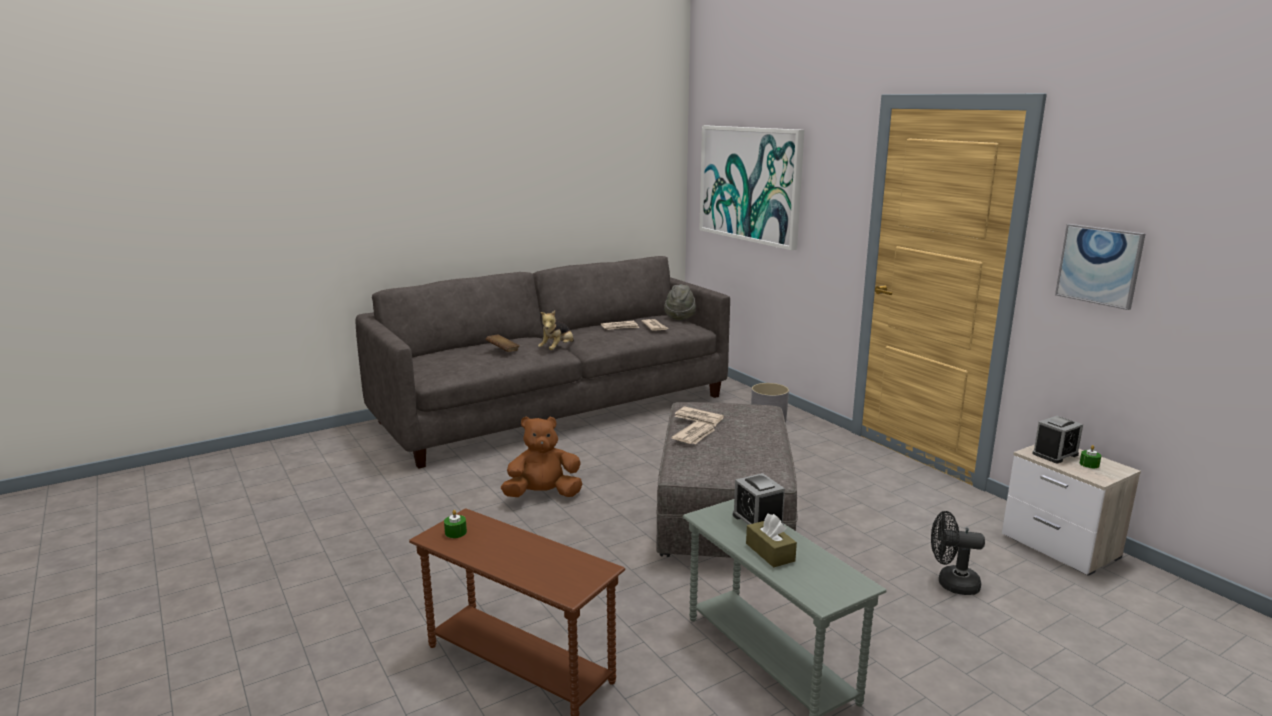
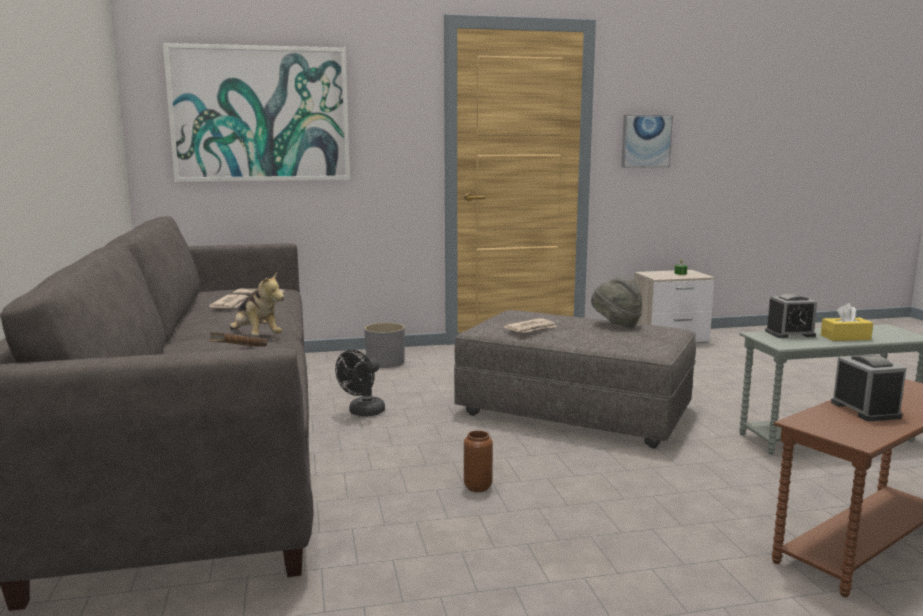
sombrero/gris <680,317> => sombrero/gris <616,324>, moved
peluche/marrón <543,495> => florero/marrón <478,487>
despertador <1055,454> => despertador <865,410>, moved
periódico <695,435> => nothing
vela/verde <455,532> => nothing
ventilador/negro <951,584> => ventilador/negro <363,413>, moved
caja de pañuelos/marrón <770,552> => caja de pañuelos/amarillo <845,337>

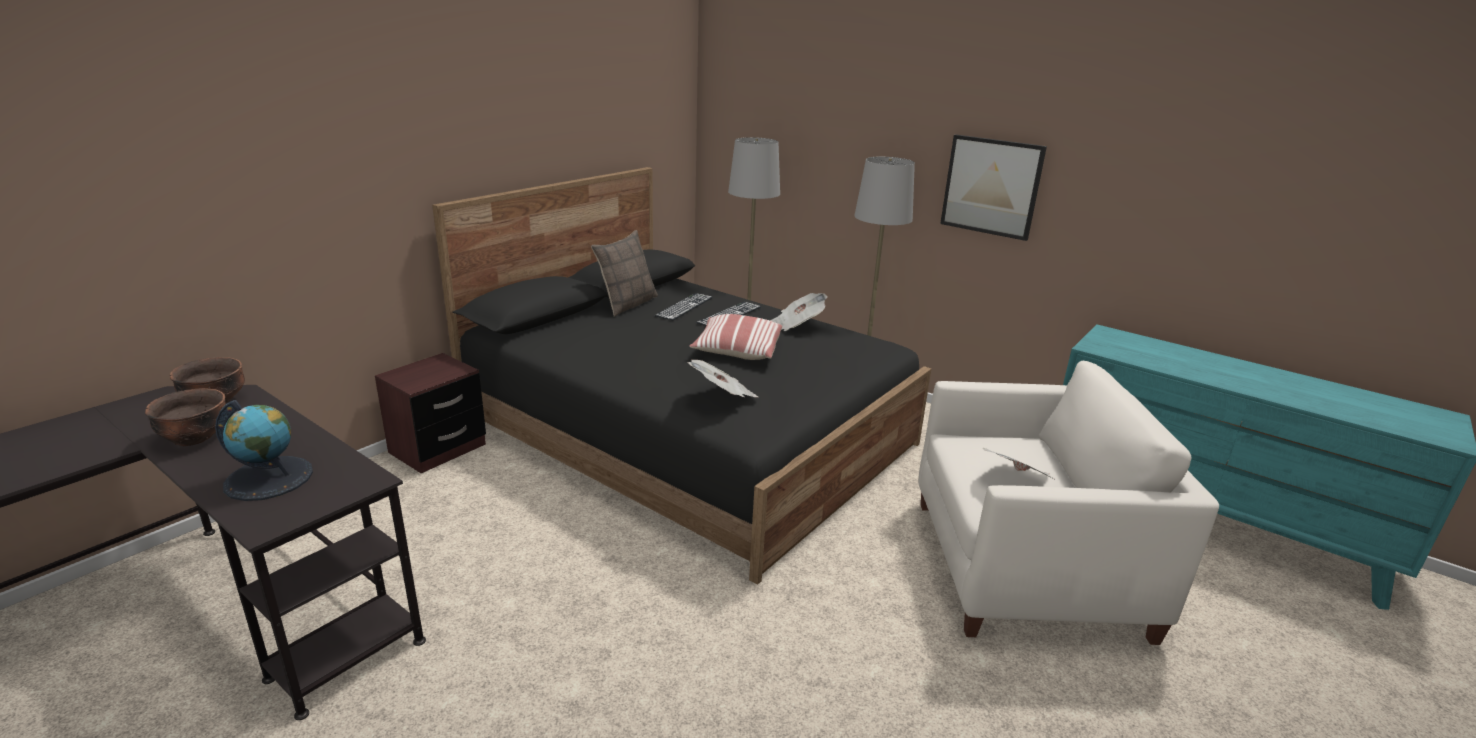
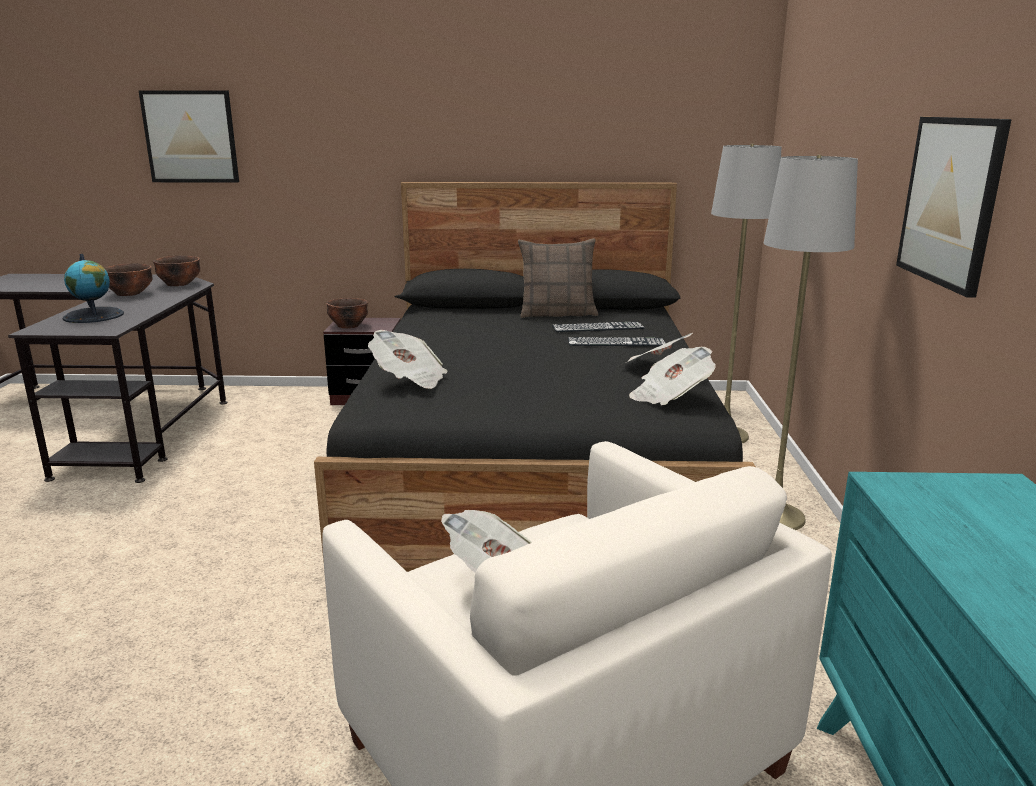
cojín <737,351> => nothing
nothing => cuadro <190,137>
nothing => cuenco/marrón <348,326>
nothing => periódico <670,396>

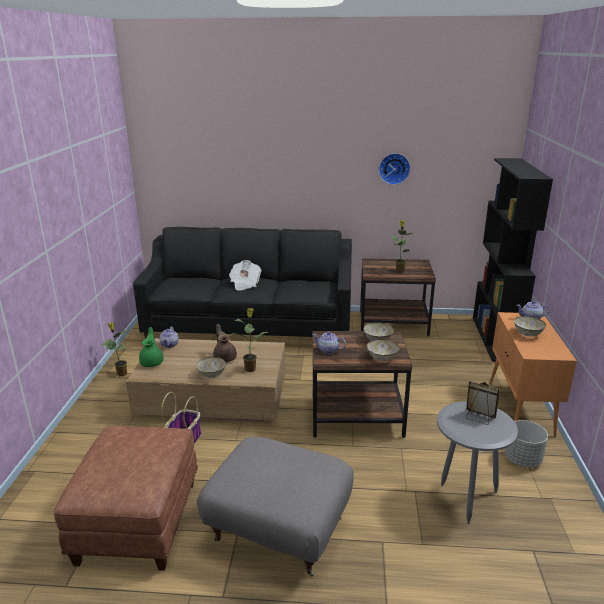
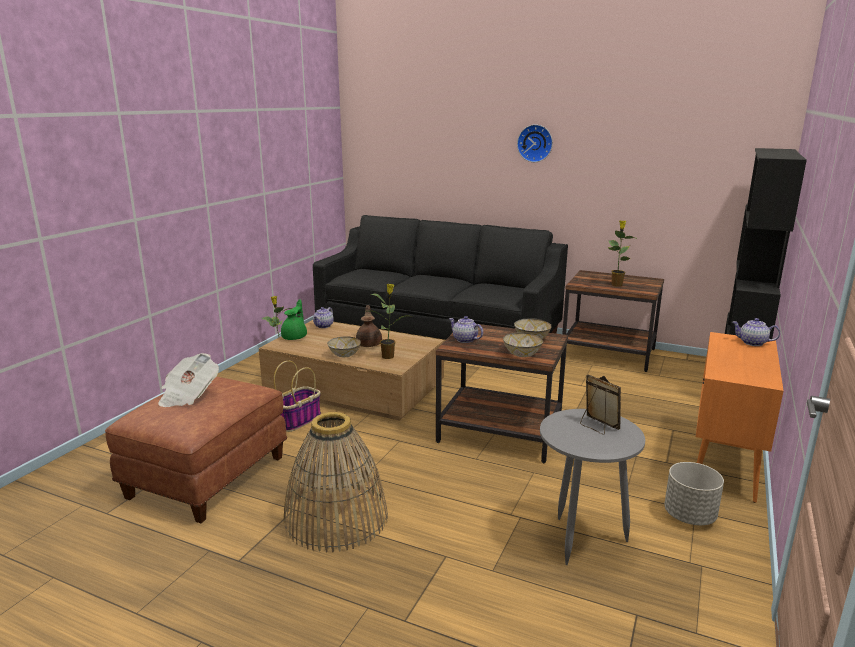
reloj de pared <394,168> => reloj de pared <535,143>, moved
periódico <245,284> => periódico <188,395>, moved
cuenco <527,334> => nothing
puf/gris <278,531> => cesta <336,518>

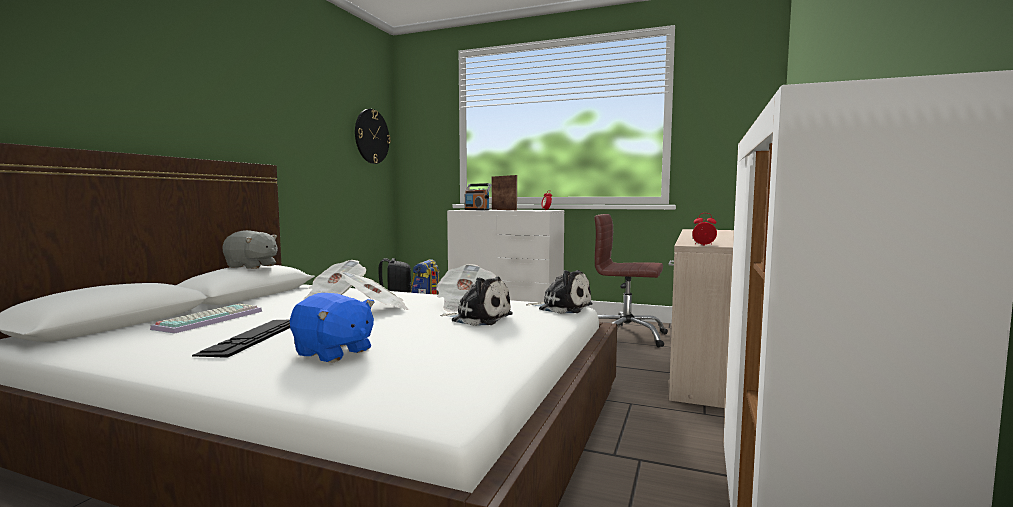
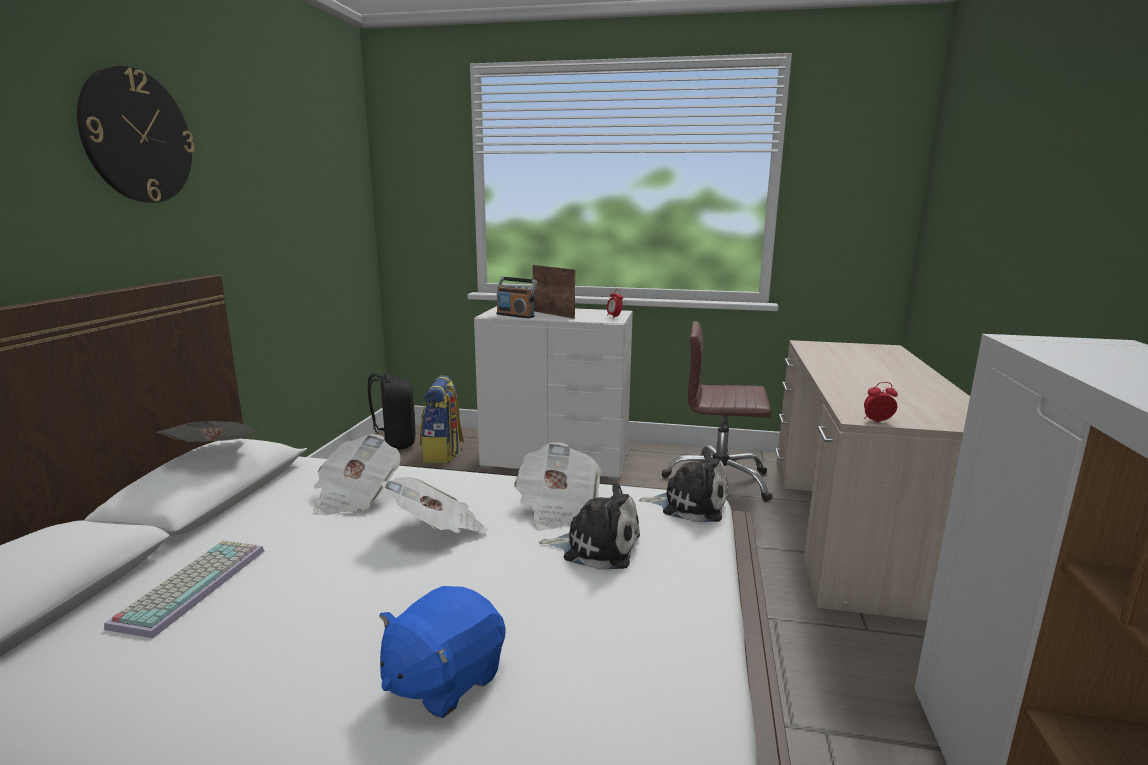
reloj de pared <371,136> => reloj de pared <137,136>, moved
peluche/gris <252,266> => periódico <216,454>
peluche/azul <333,353> => peluche/azul <443,679>, 105 degrees clockwise
teclado <253,337> => nothing

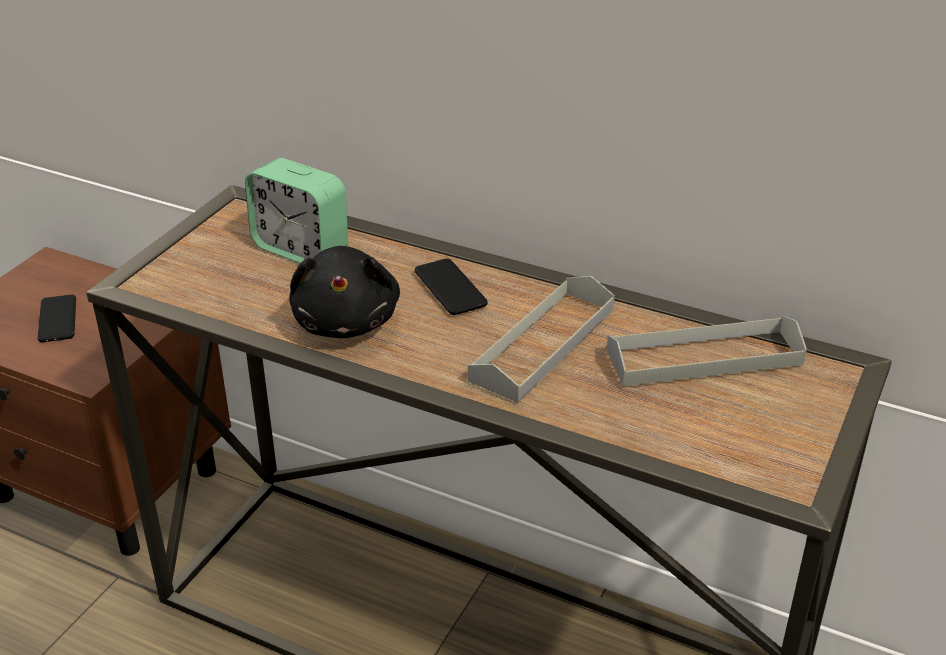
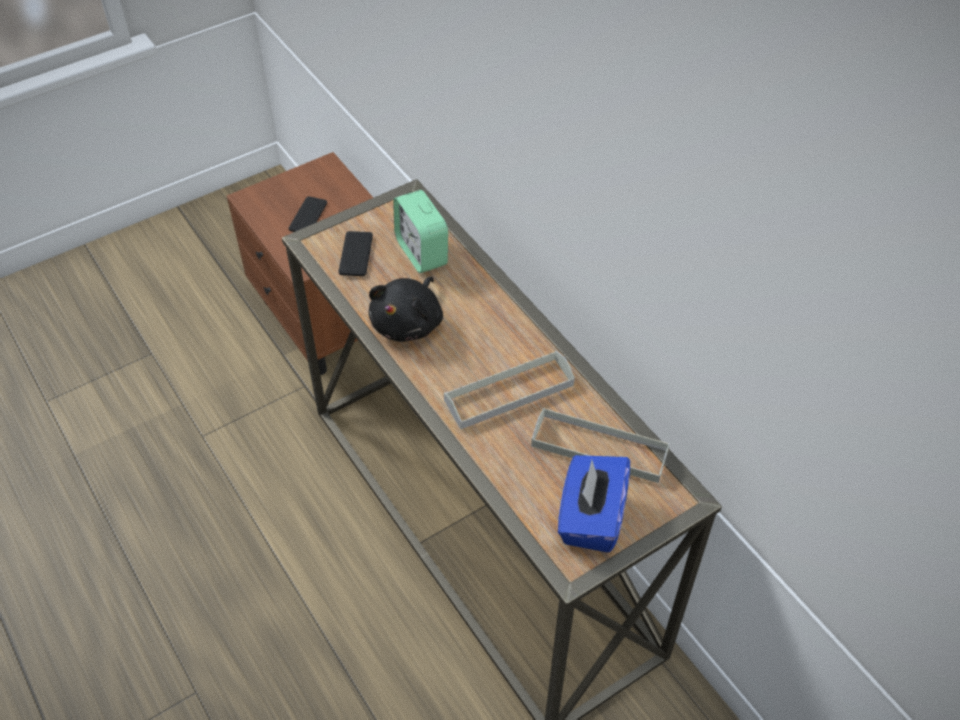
móvil <450,288> => móvil <356,254>, moved
nothing => caja de pañuelos/azul <590,518>

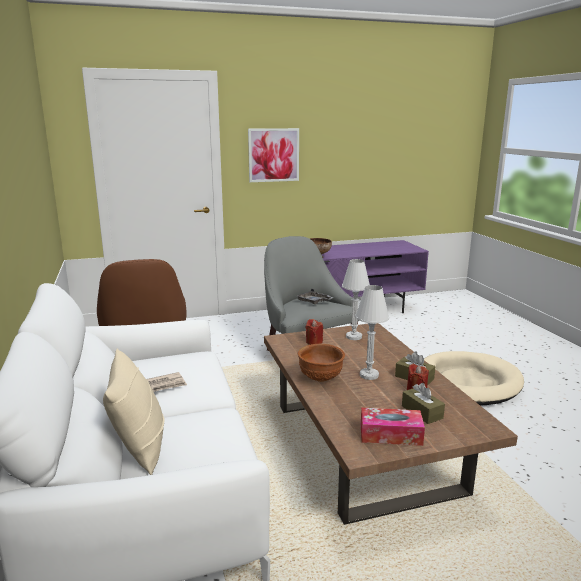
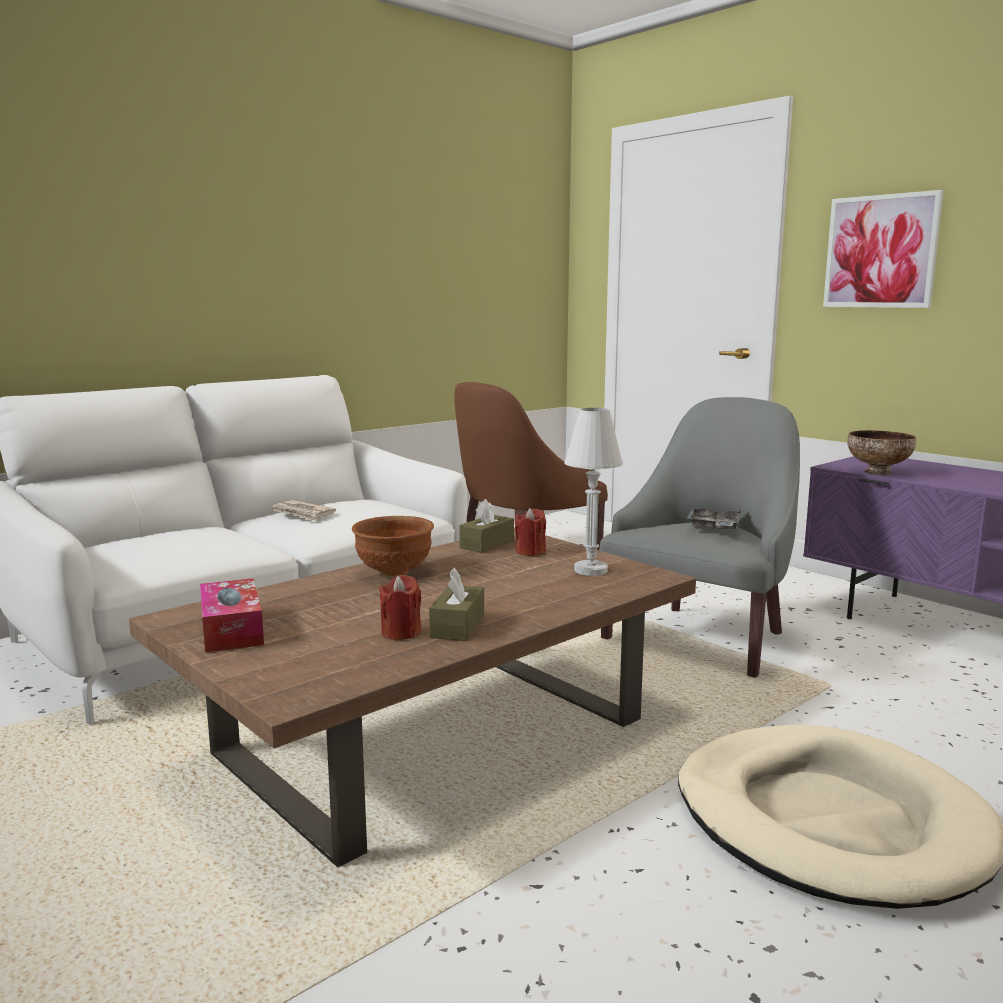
lámpara de mesa/blanco <369,375> => nothing
cojín/beis <140,446> => nothing
caja de pañuelos/marrón <422,412> => caja de pañuelos/marrón <487,544>, moved

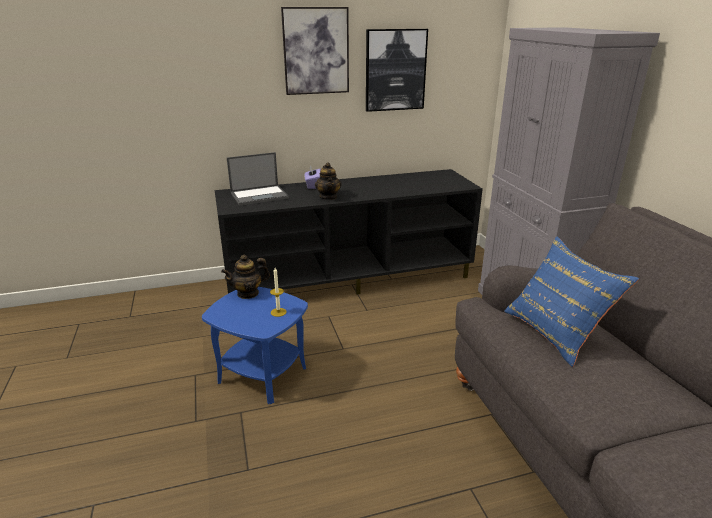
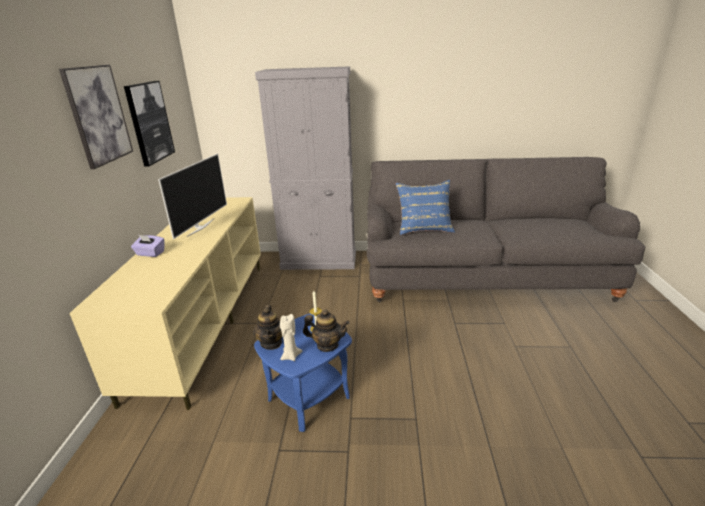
portátil <260,195> => nothing
tetera <328,197> => tetera <327,345>, moved
mueble de televisión/negro <350,279> => mueble de televisión/beis <204,322>
nothing => televisor <200,227>
nothing => vela/beis <291,356>

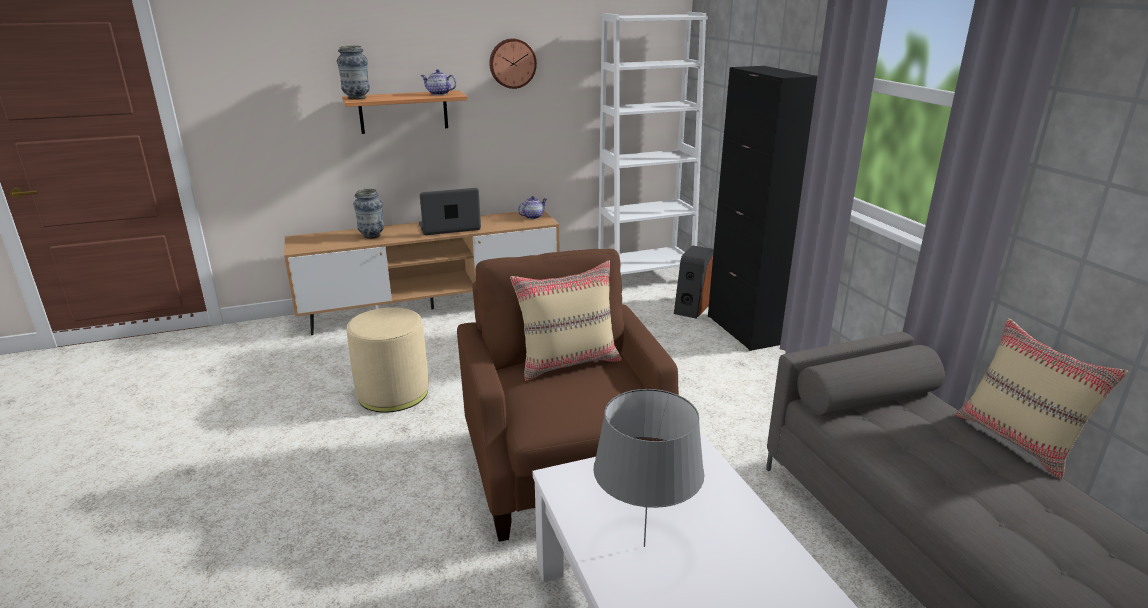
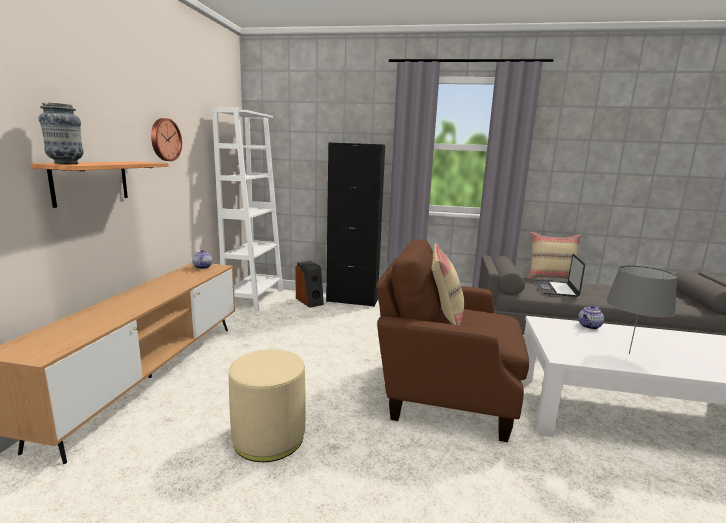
tetera <438,94> => tetera <589,326>, moved
portátil <449,227> => portátil <556,289>, moved
florero <371,236> => nothing

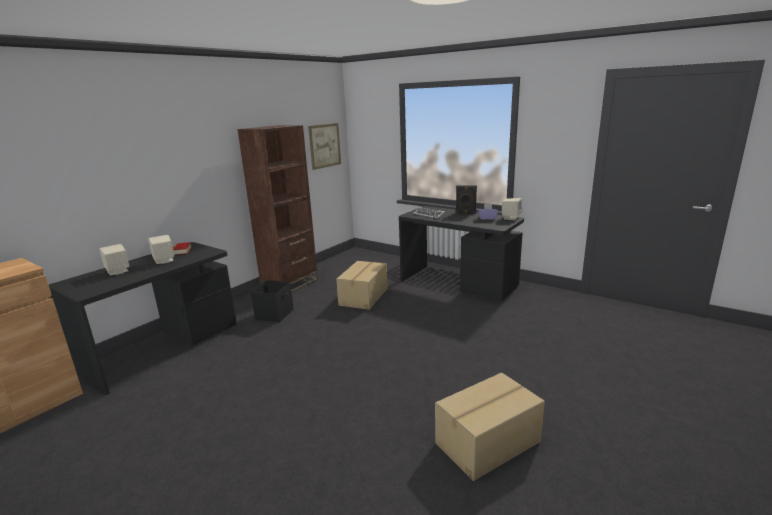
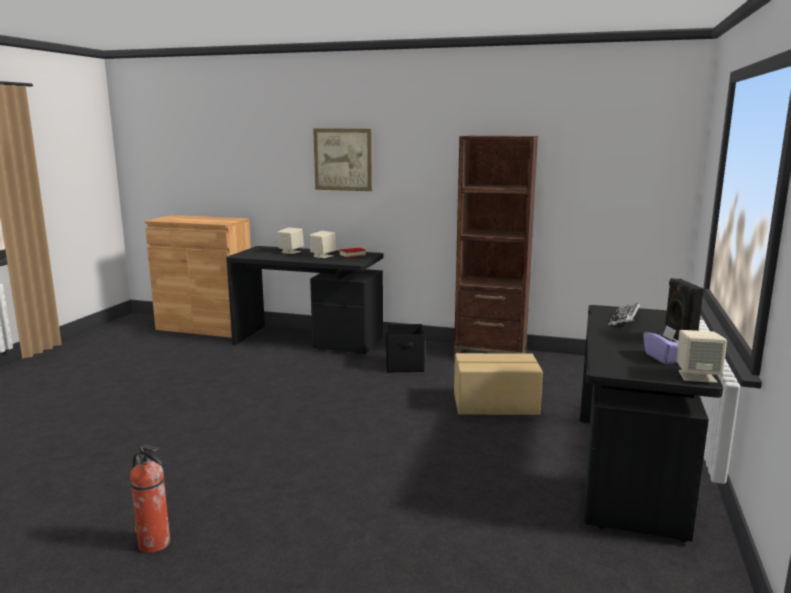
cuadro <324,145> => cuadro <343,159>, moved
caja de cartón <488,443> => extintor <155,544>

